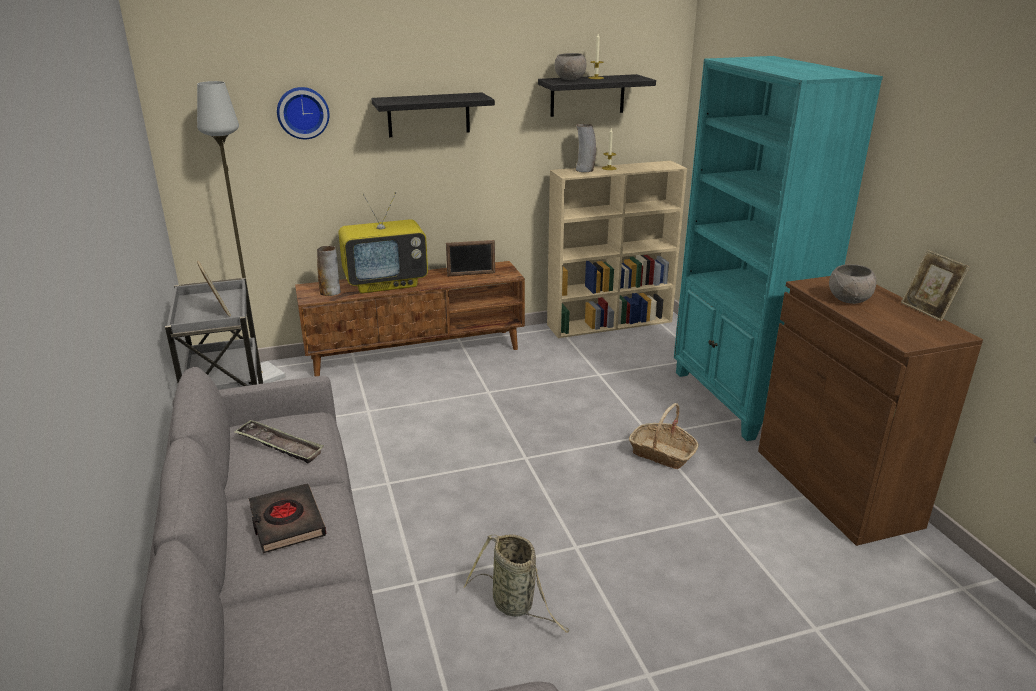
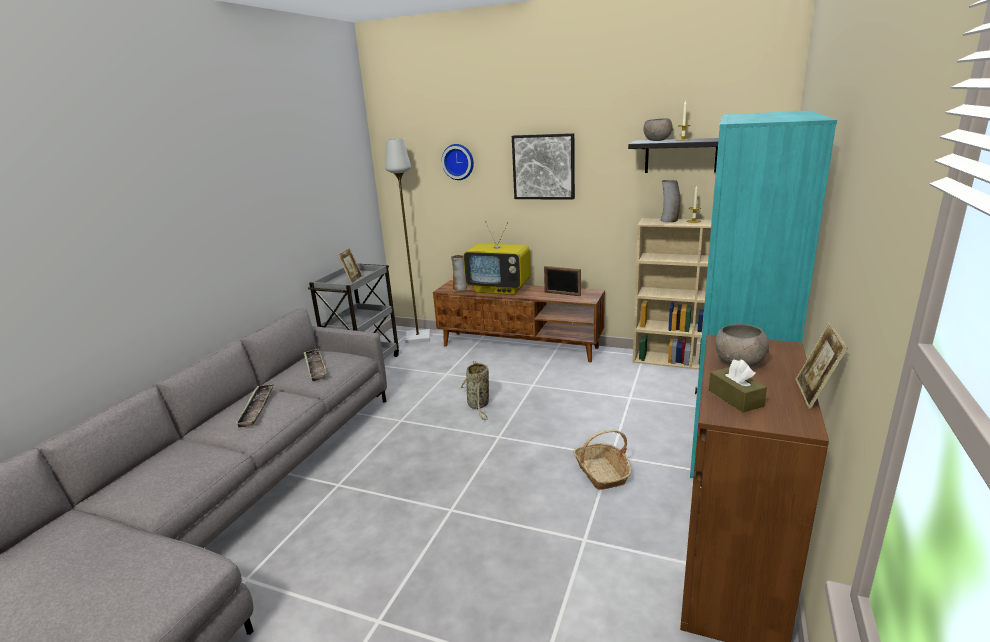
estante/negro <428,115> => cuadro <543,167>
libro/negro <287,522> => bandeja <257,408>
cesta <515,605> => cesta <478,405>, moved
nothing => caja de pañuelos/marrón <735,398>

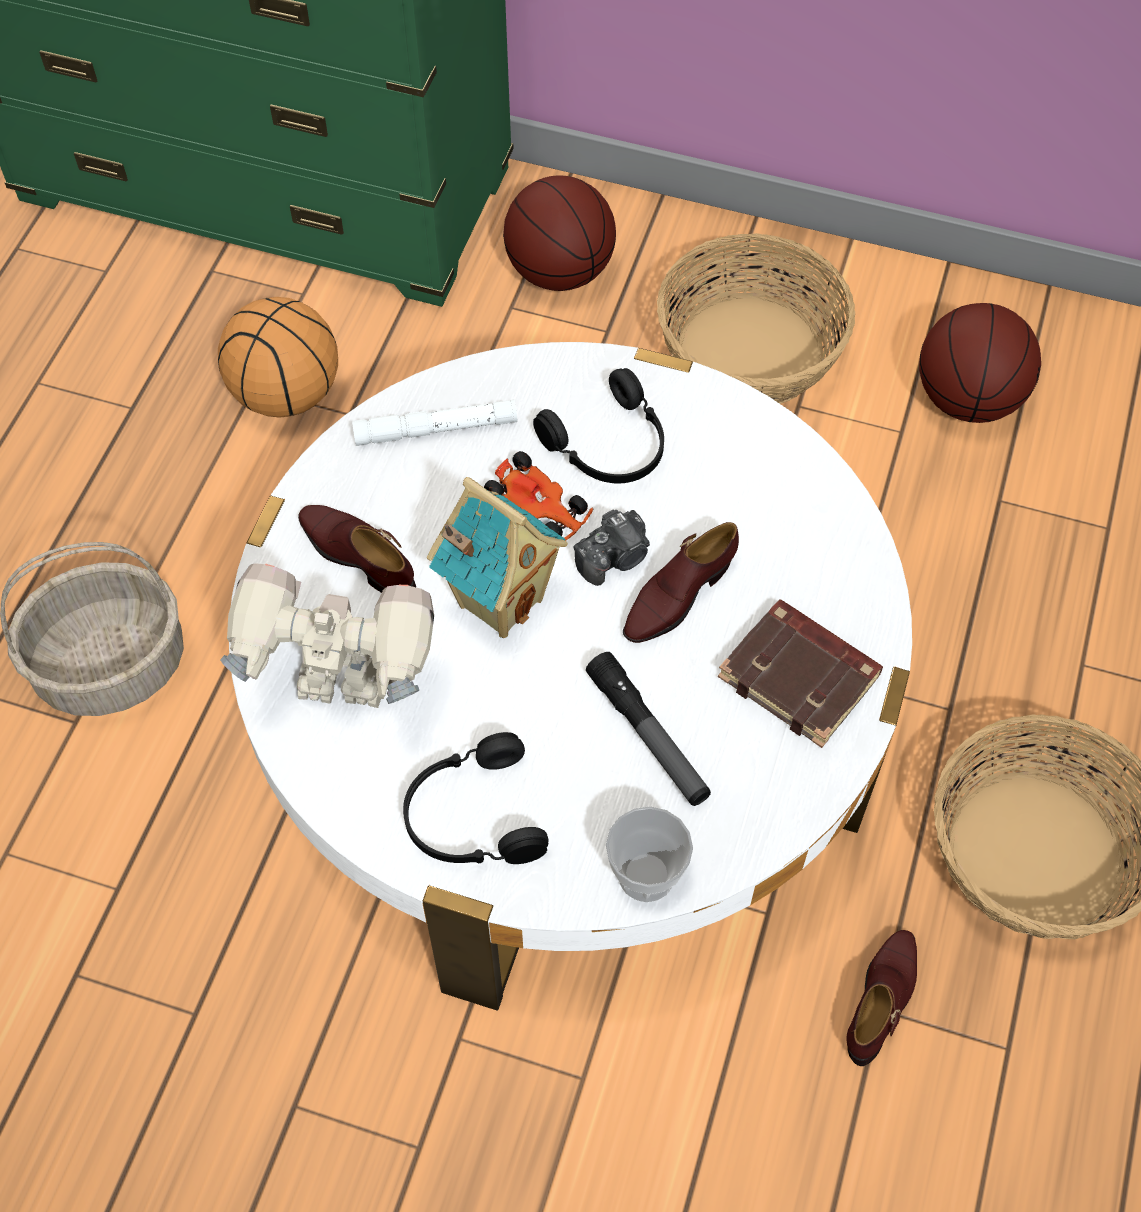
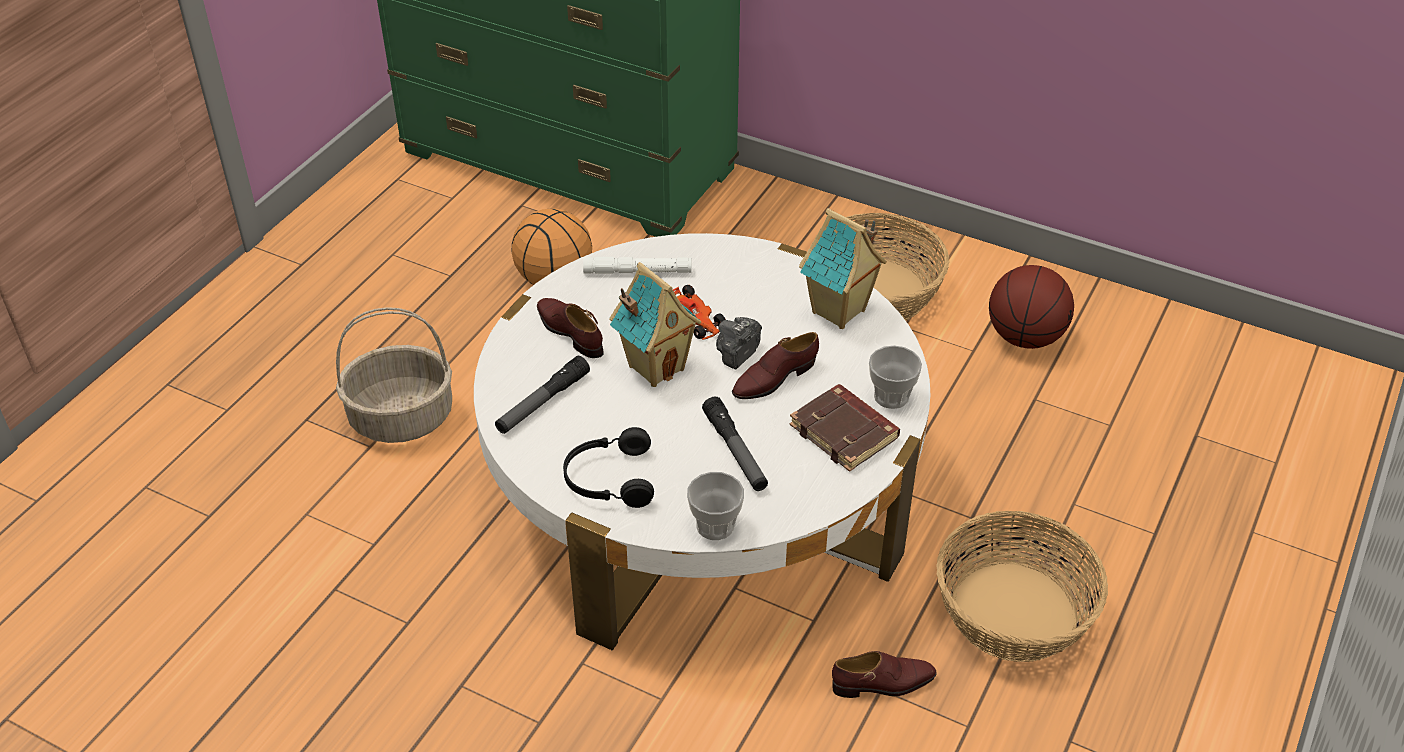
balón de baloncesto <560,272> => nothing
auriculares/negro <609,446> => nothing
cámara <614,558> => cámara <737,353>, 150 degrees clockwise
robot de juguete <343,692> => linterna <542,402>
zapato/marrón <882,1000> => zapato/marrón <883,683>, 45 degrees clockwise
nothing => casita <839,312>
nothing => taza <891,396>

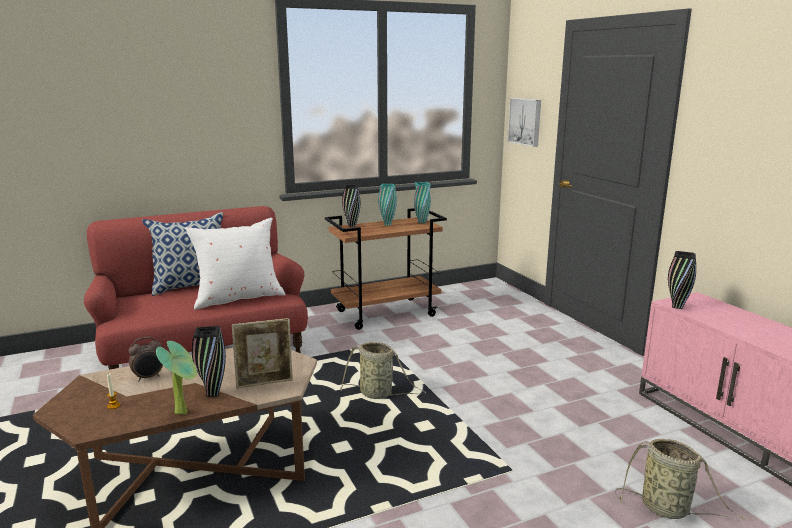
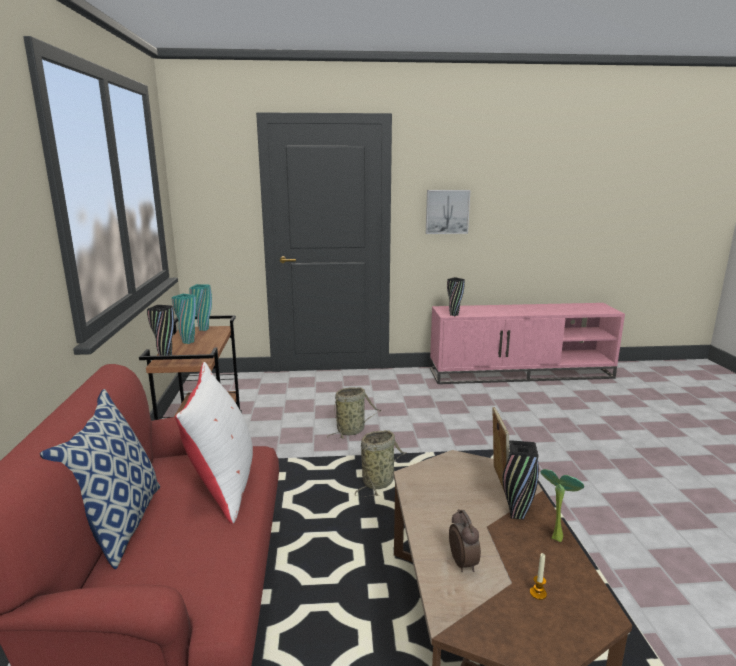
cuadro <526,121> => cuadro <447,211>, moved
cesta <668,509> => cesta <352,430>, moved

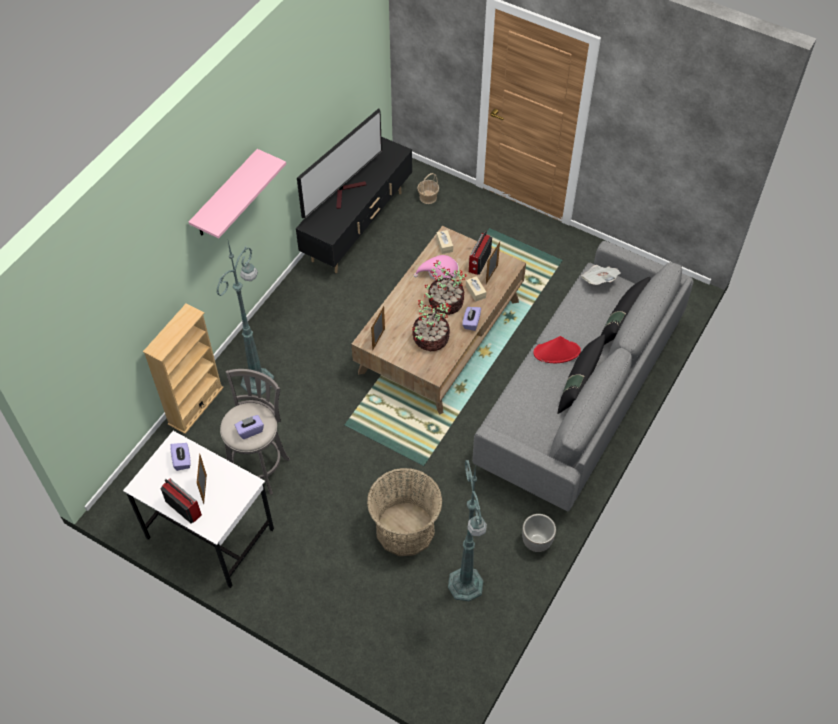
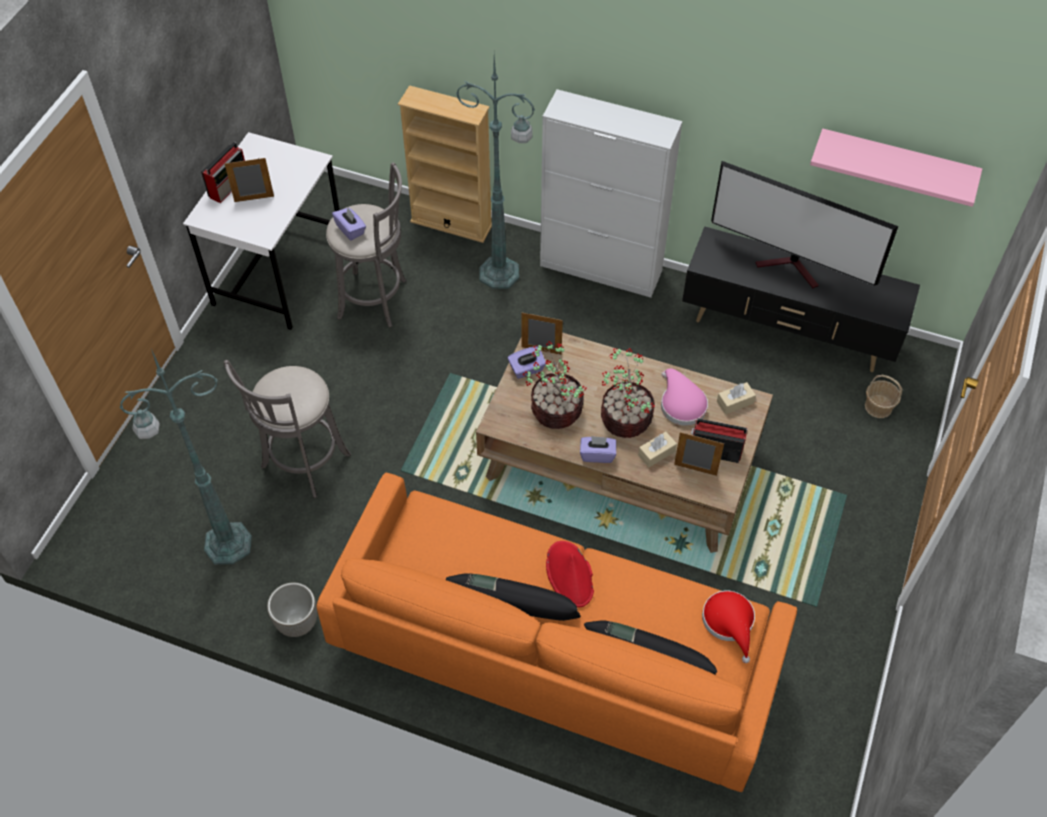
estante/rosa <225,195> => estante/rosa <896,164>, moved
sofá/gris <578,395> => sofá/naranja <555,654>
periódico <599,280> => sombrero/rojo <729,623>
caja de pañuelos/morado <182,460> => caja de pañuelos/morado <527,369>, moved
cesta <405,529> => taburete/gris <303,464>
nothing => armario/blanco <601,269>

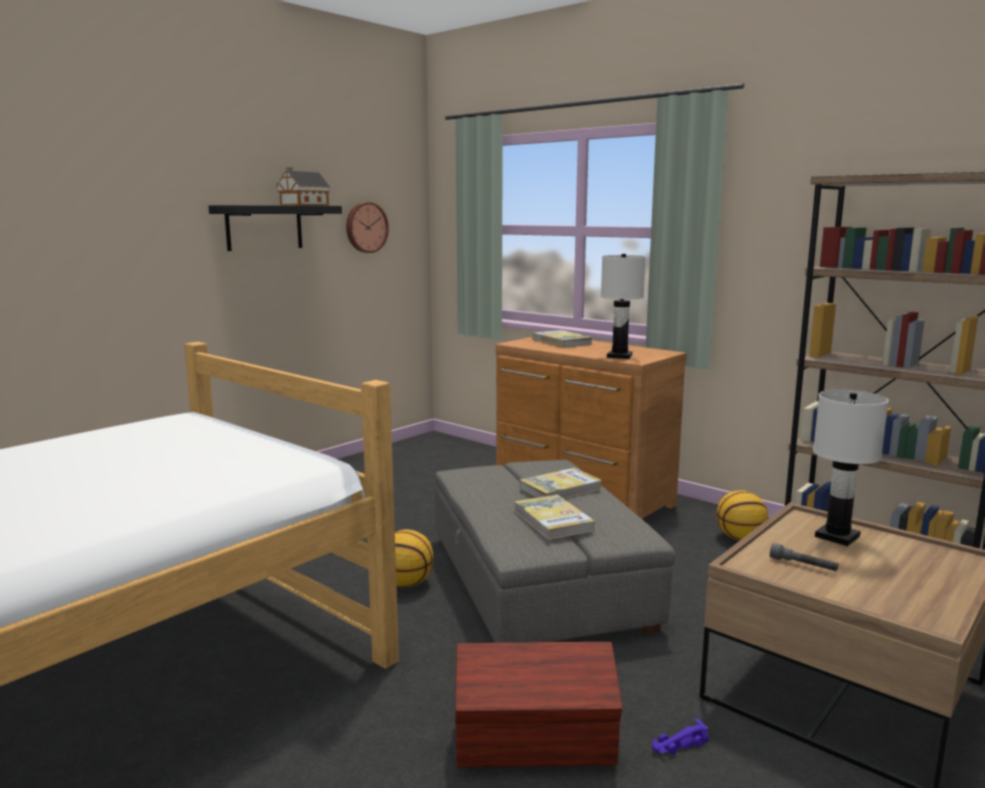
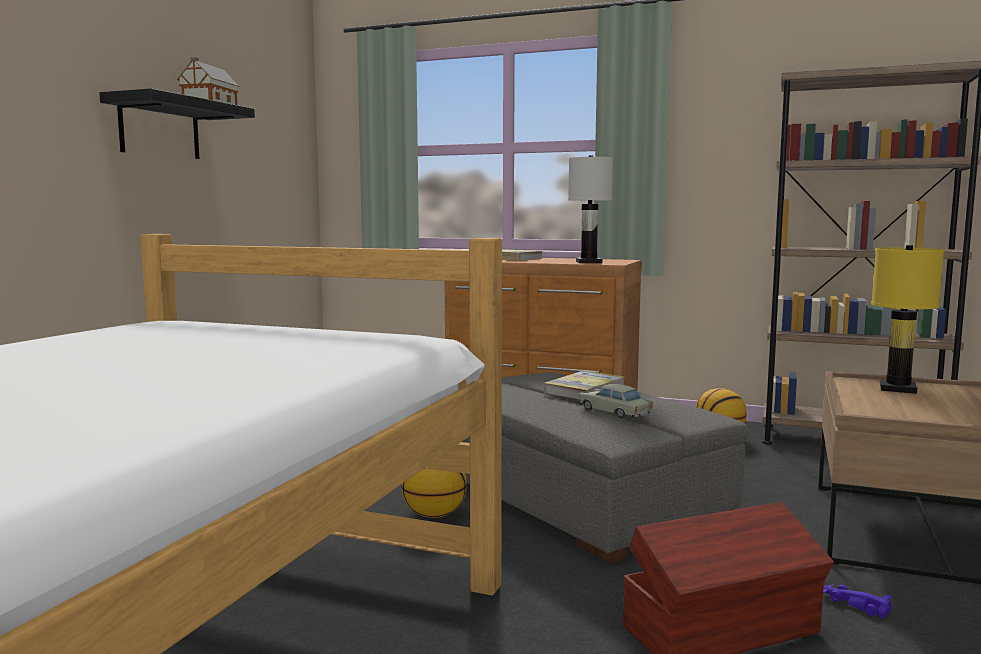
reloj de pared <365,227> => nothing
lámpara de mesa/blanco <836,536> => lámpara de mesa/amarillo <897,388>
libro <553,520> => coche de juguete/beis <614,412>
linterna/gris <803,565> => nothing
coche de juguete/morado <678,745> => coche de juguete/morado <853,604>, 90 degrees clockwise

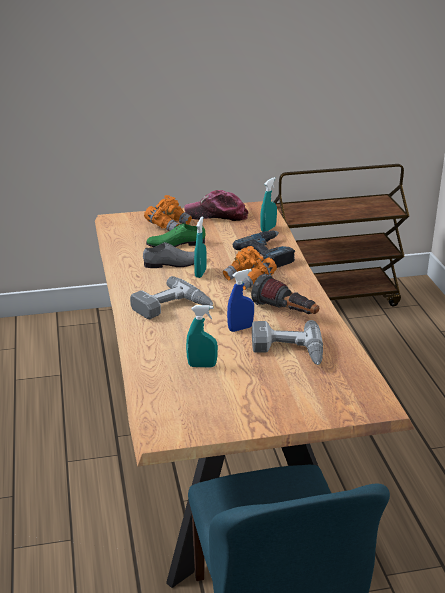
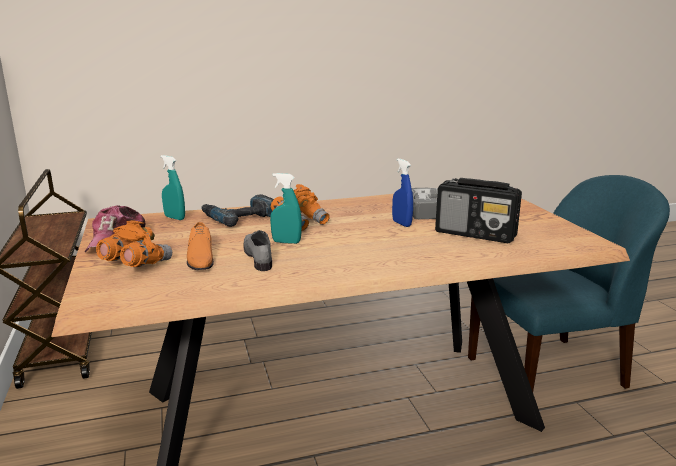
zapato/verde <176,243> => zapato/naranja <200,257>
linterna <286,312> => nothing
taladro <172,308> => nothing
pulverizador/turquesa <202,365> => radio <476,234>

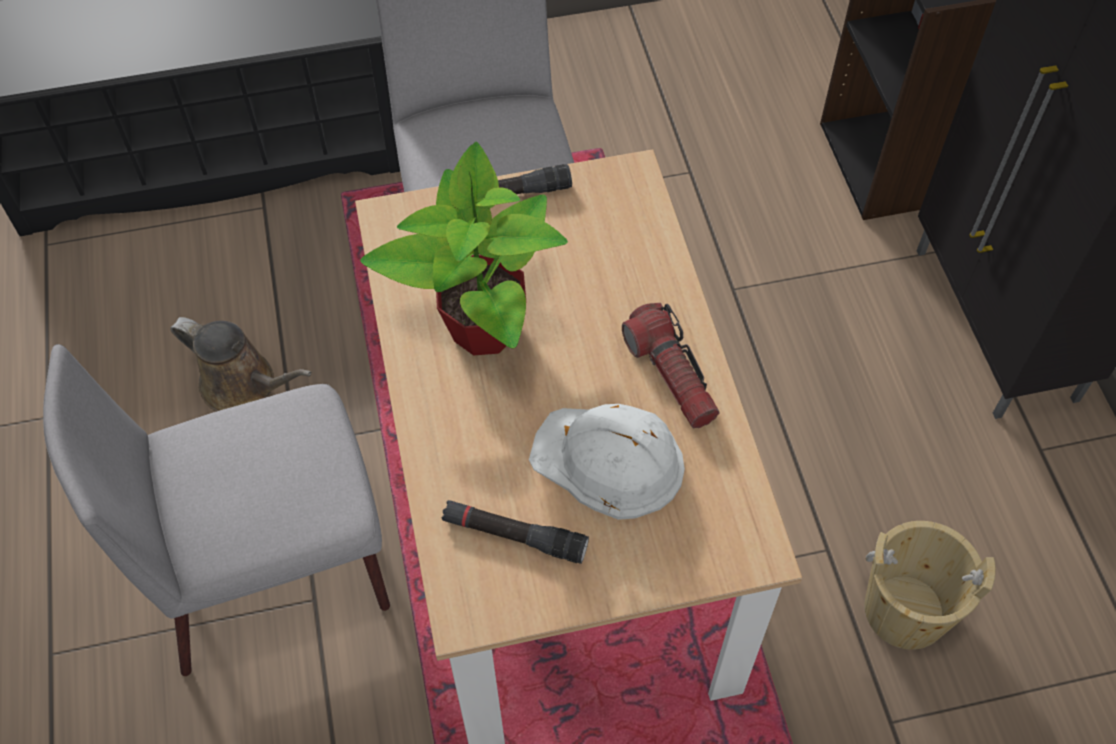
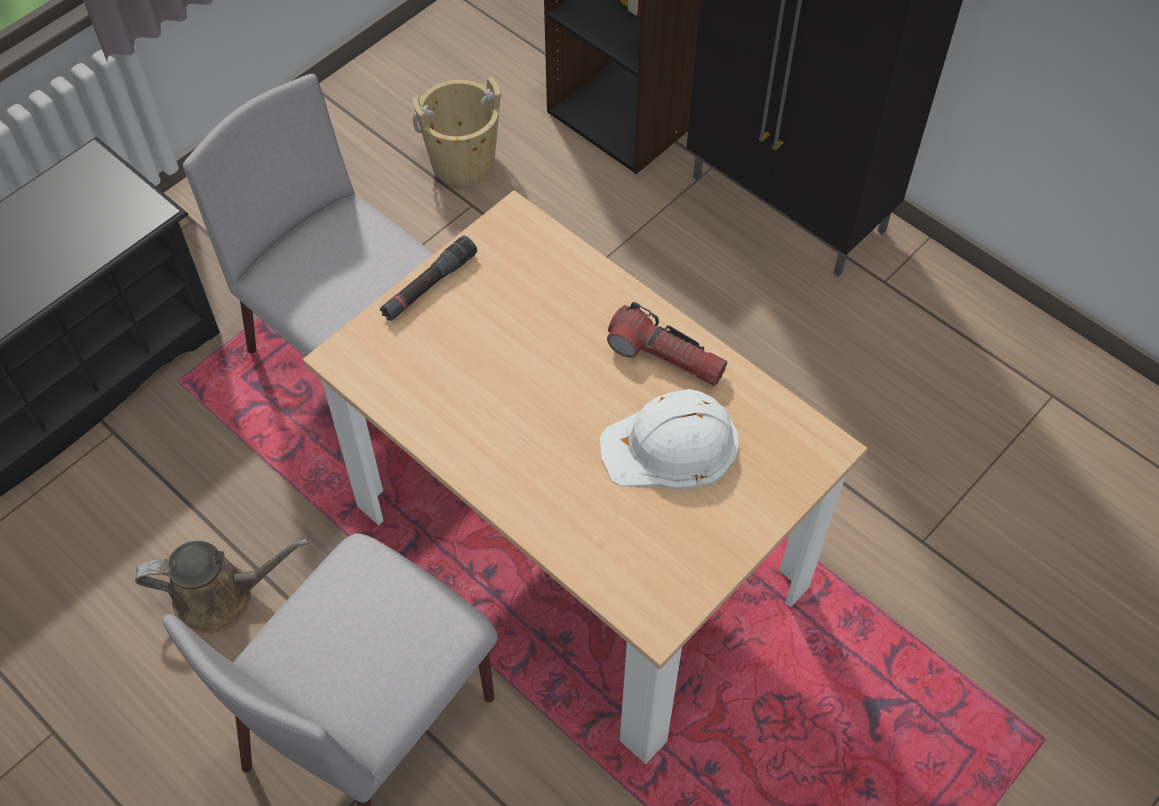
planta en maceta <483,327> => nothing
linterna/negro <514,536> => nothing
cubo/beis <905,610> => cubo/beis <463,162>, moved

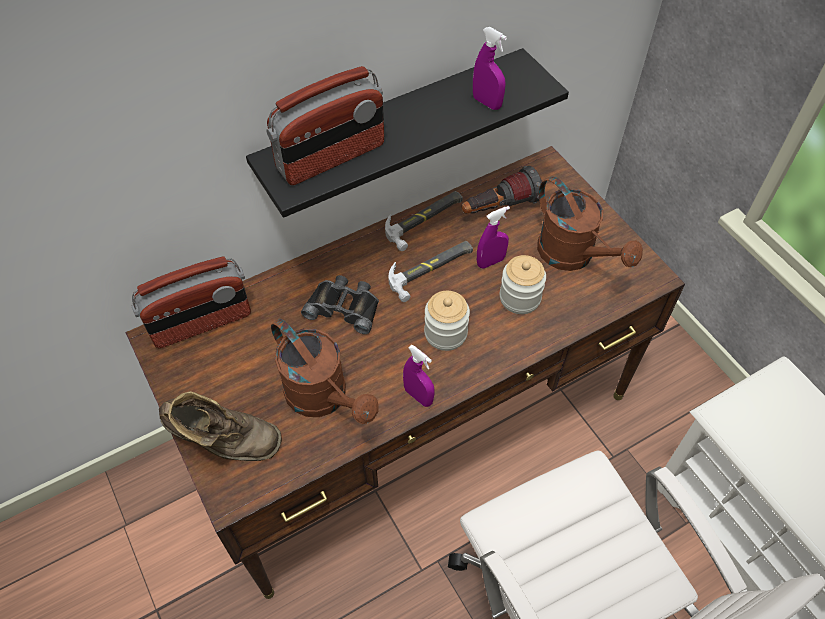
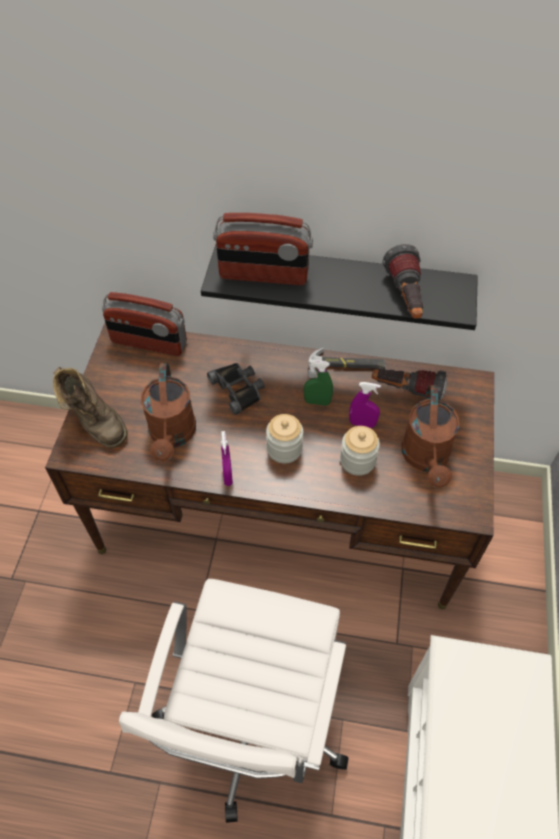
pulverizador/morado <487,103> => linterna <405,298>
martillo <431,269> => pulverizador/verde <317,402>

